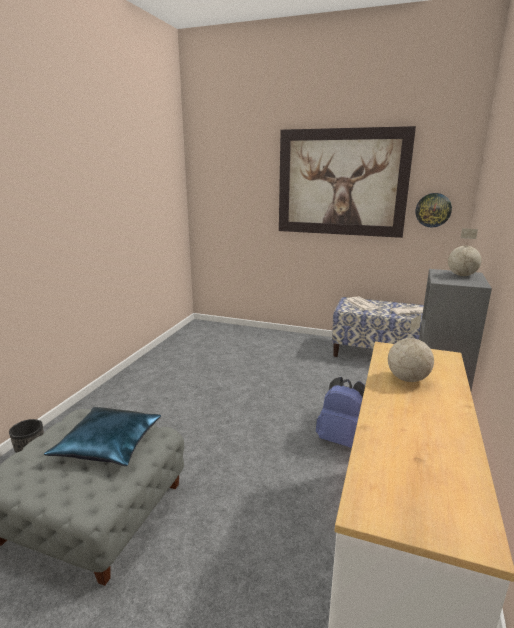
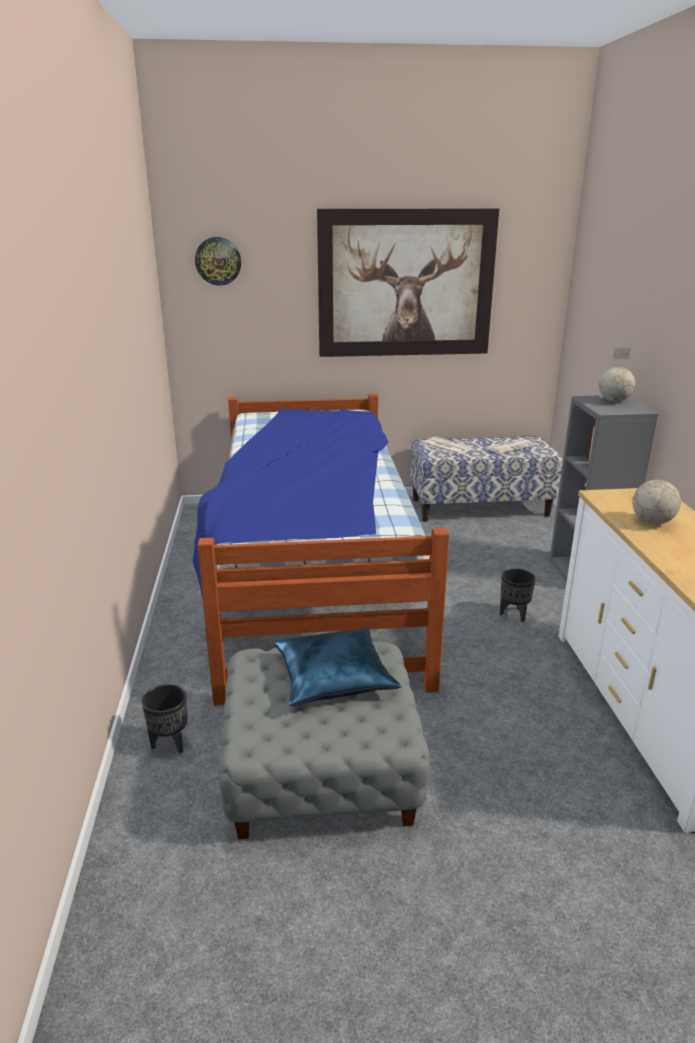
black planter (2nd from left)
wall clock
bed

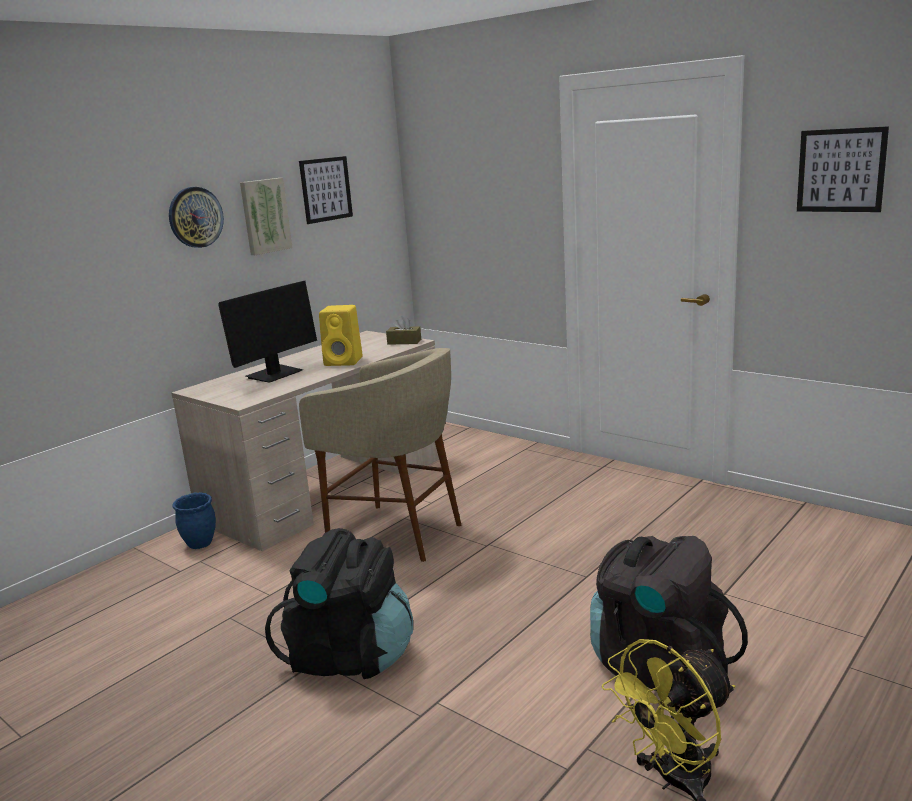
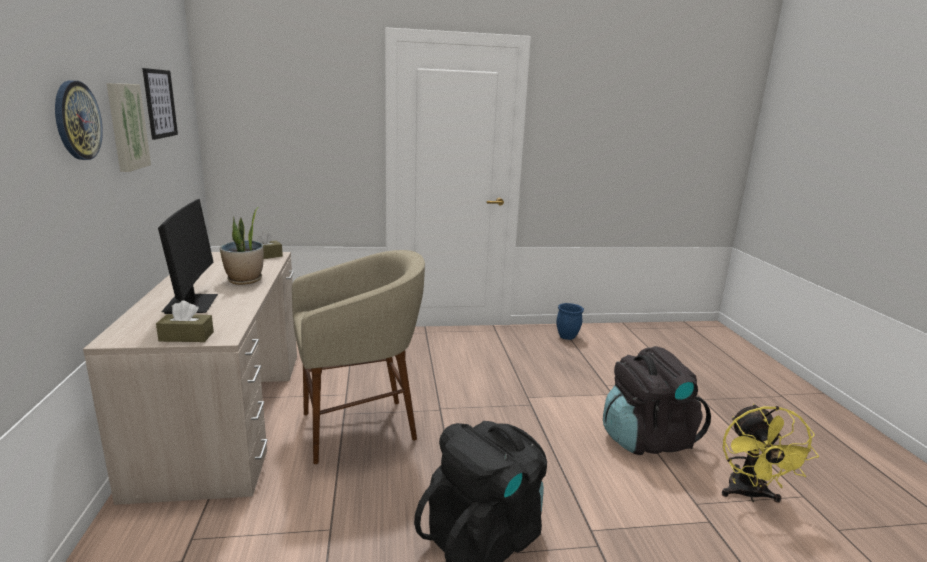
blue planter
potted plant
picture (3rd from left in the first image)
brown tissue box (1st from left)

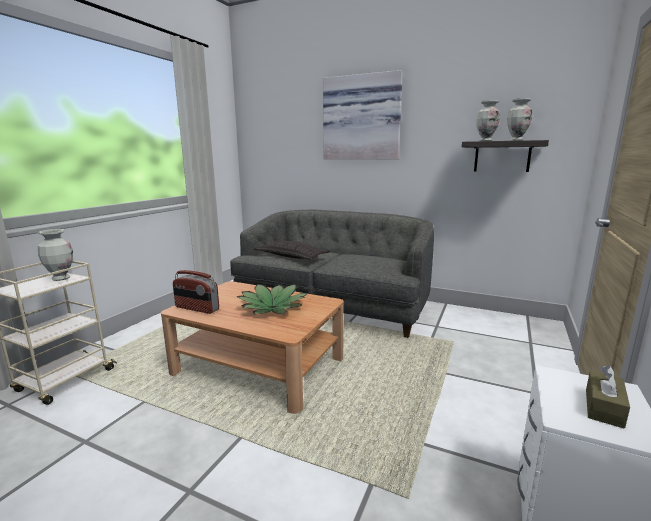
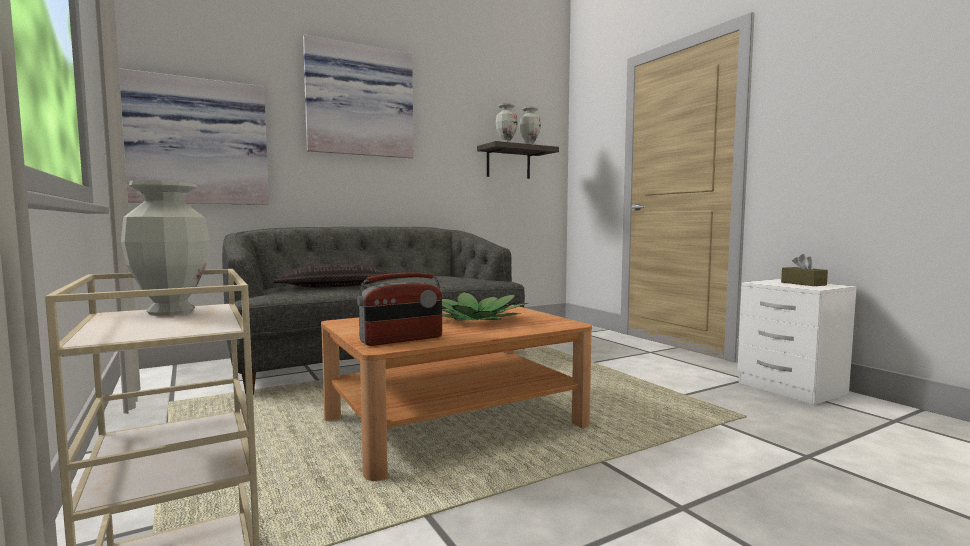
picture (1st from left)

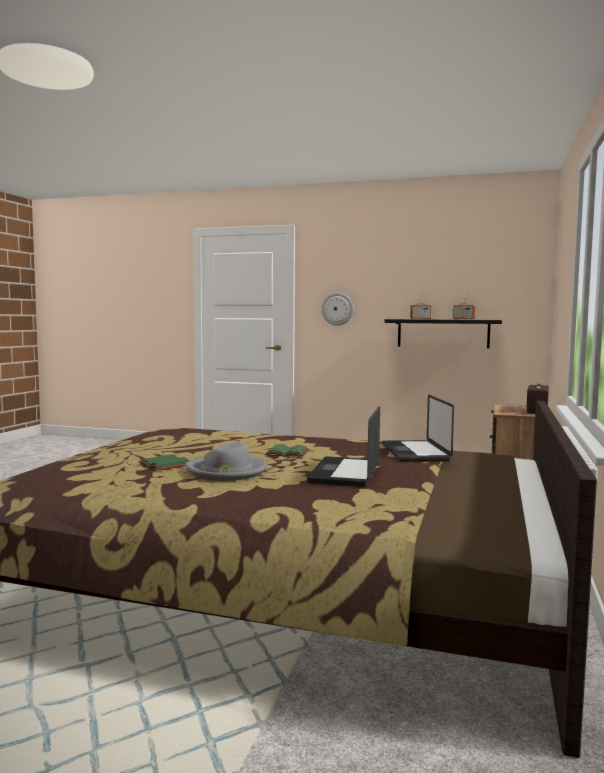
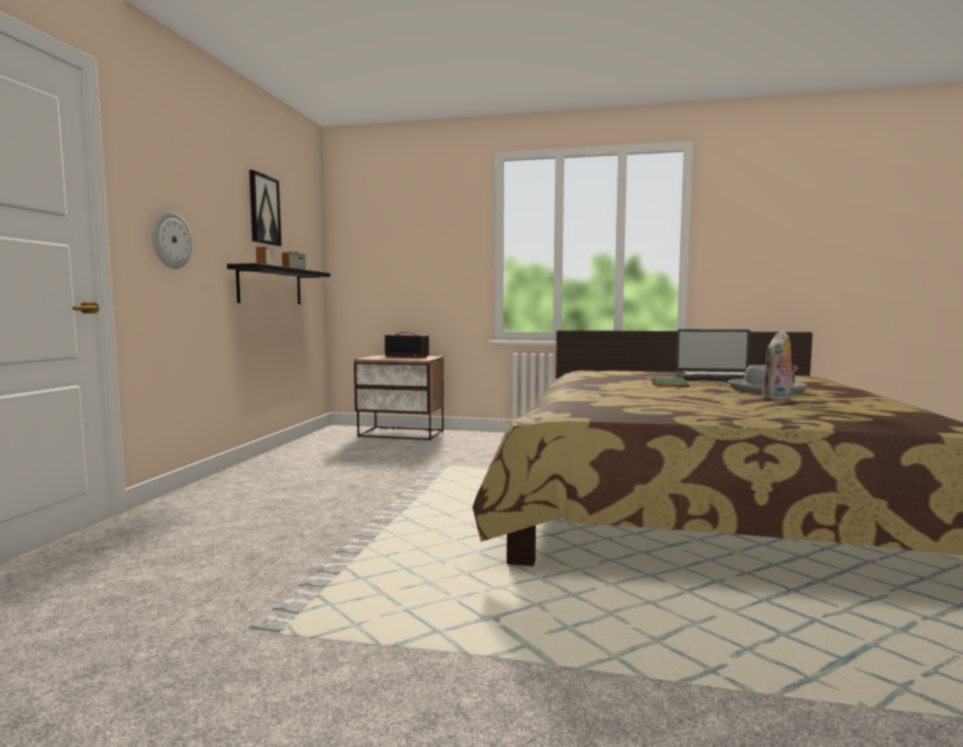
plush toy
laptop (2nd from left in the first image)
picture

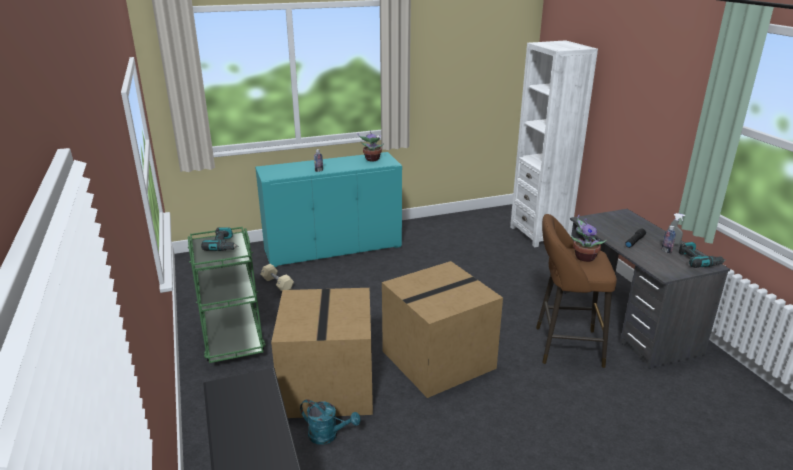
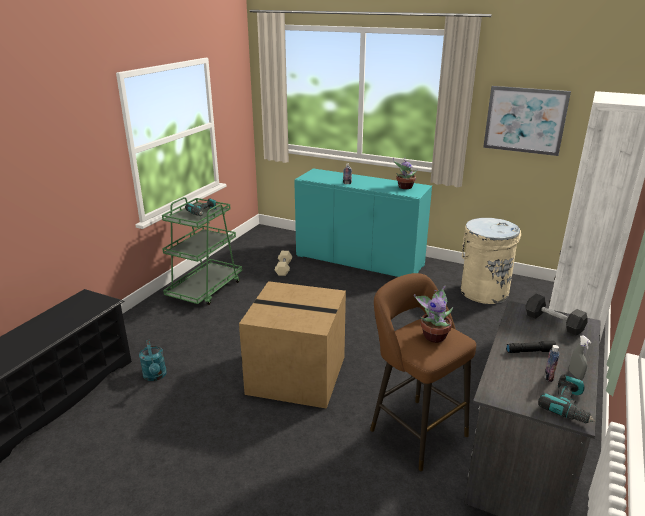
cardboard box (1st from left in the first image)
beige trash can
picture
black dumbbell

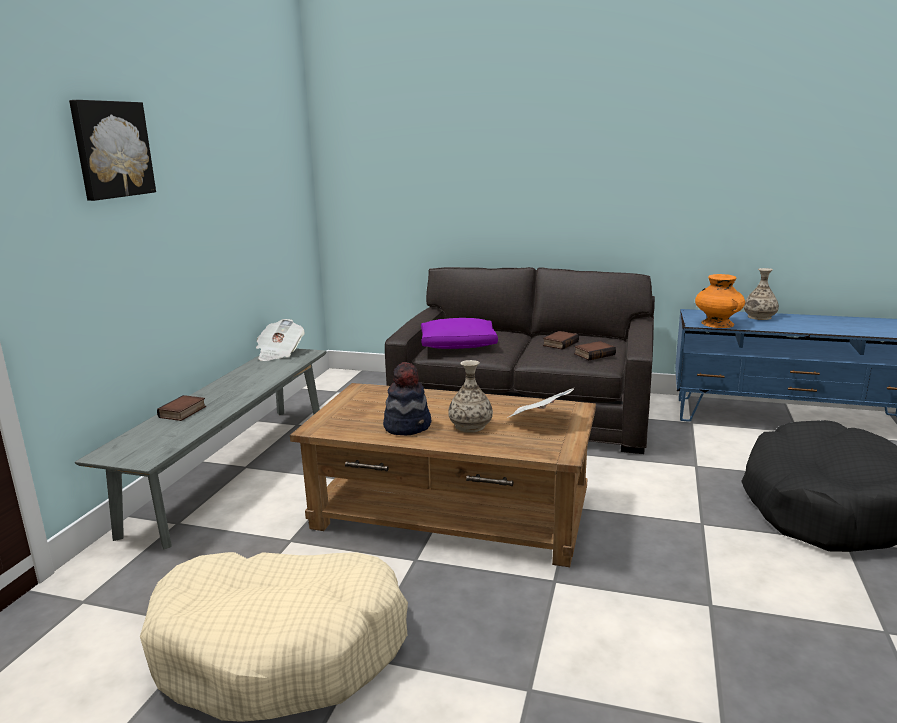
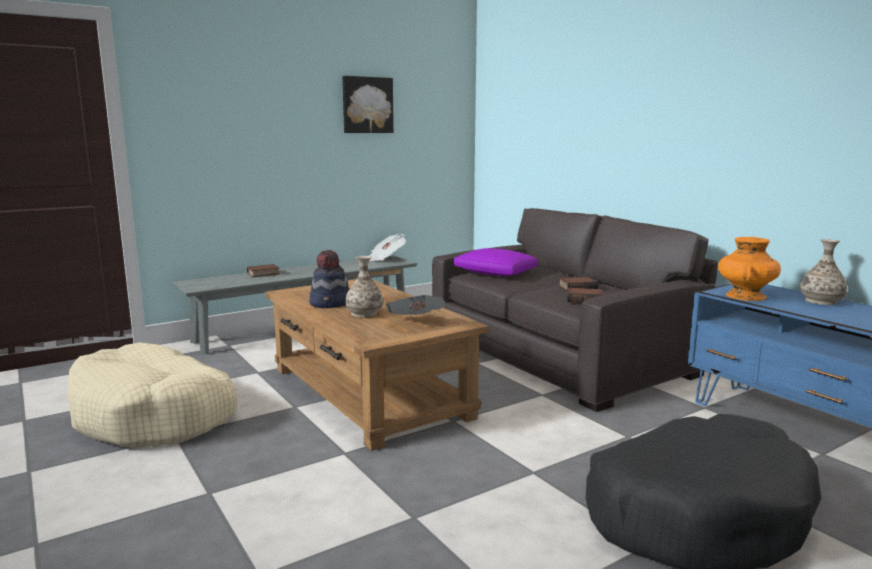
picture

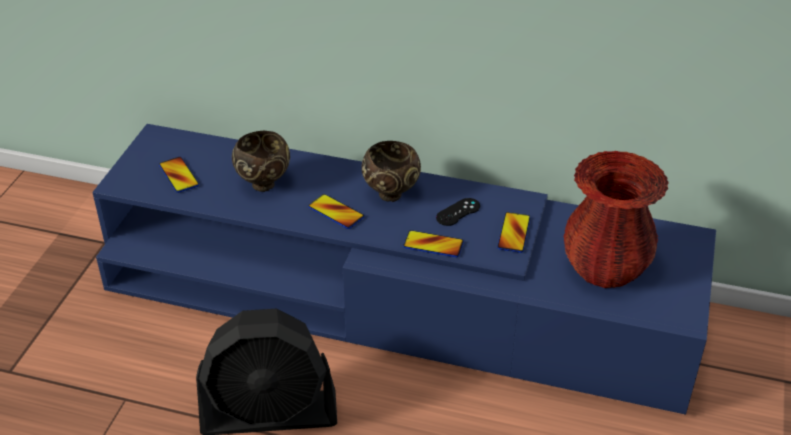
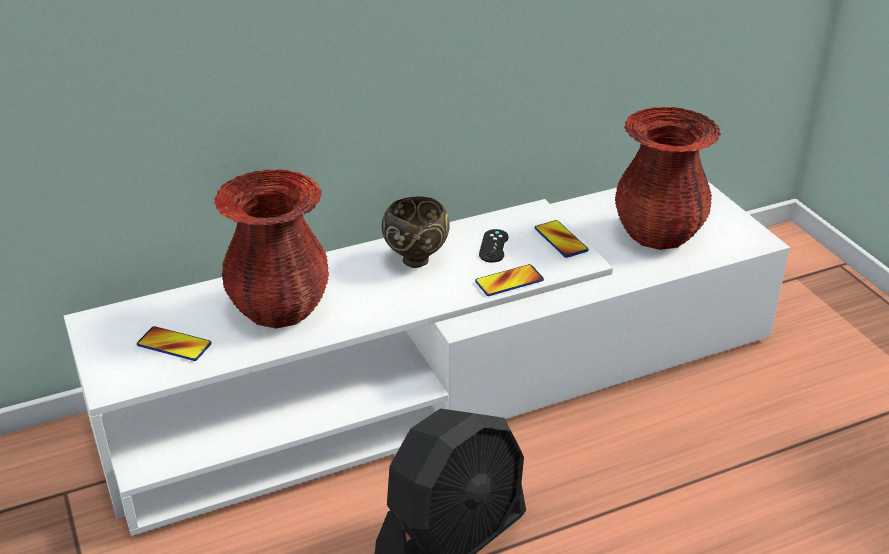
white tv stand
red vase (1st from left)
phone (2nd from left in the first image)

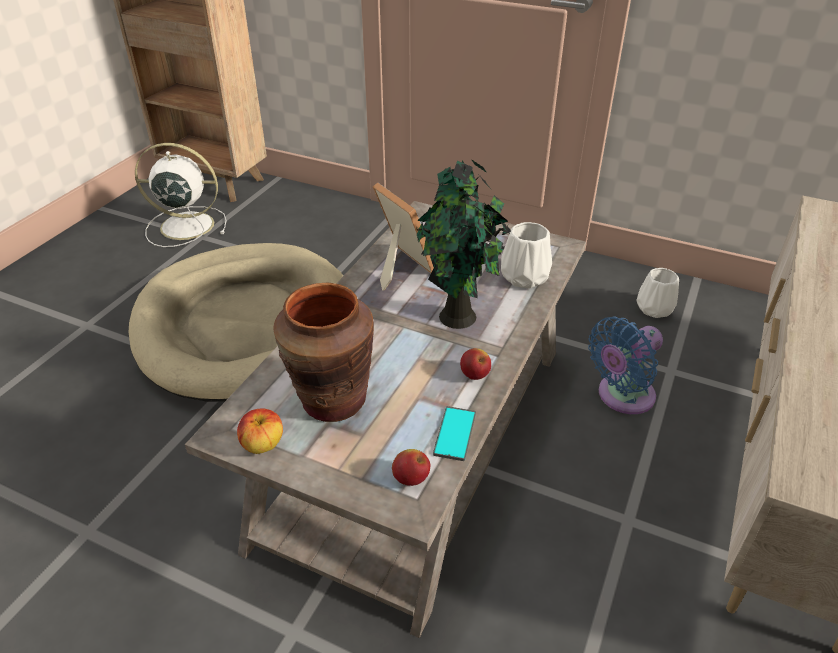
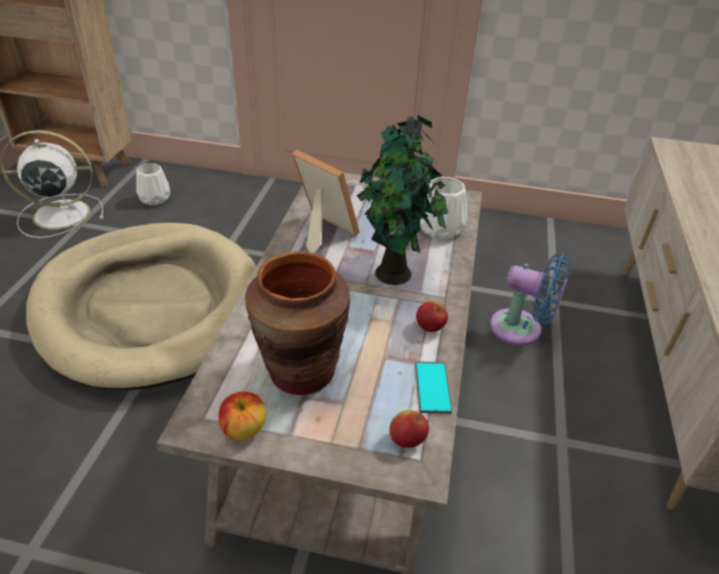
blue fan
white vase (1st from left)

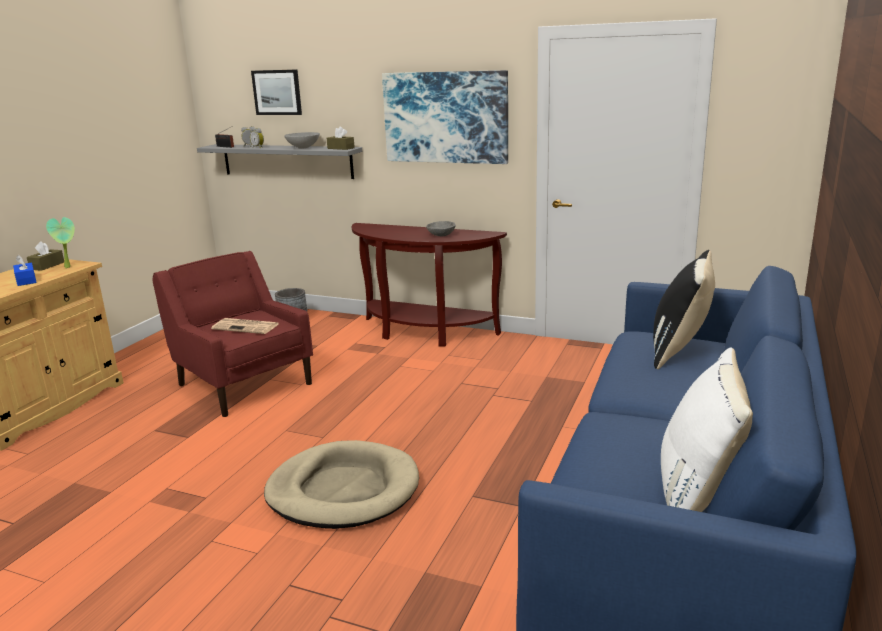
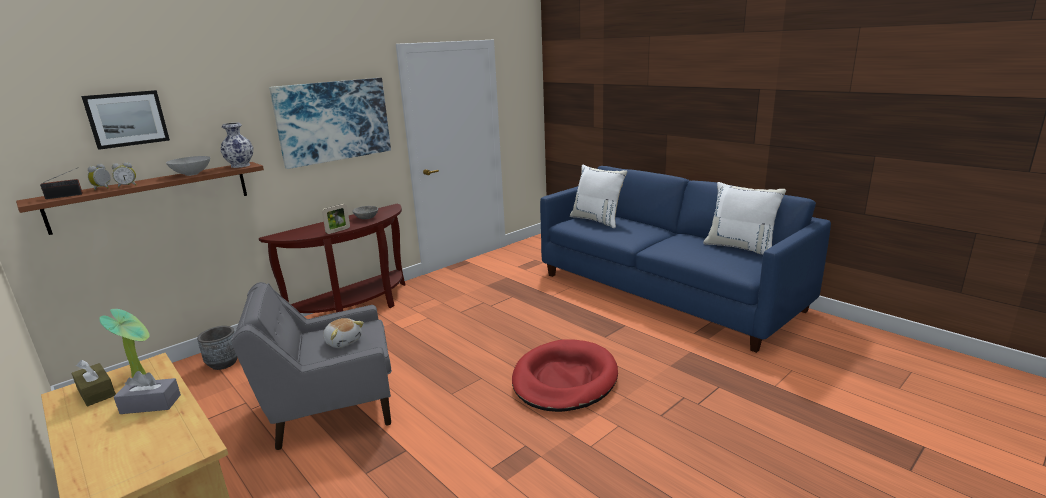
grey tissue box
grey armchair
brown shelf
plush toy
red dog bed
vase
white pillow (1st from left)
picture frame

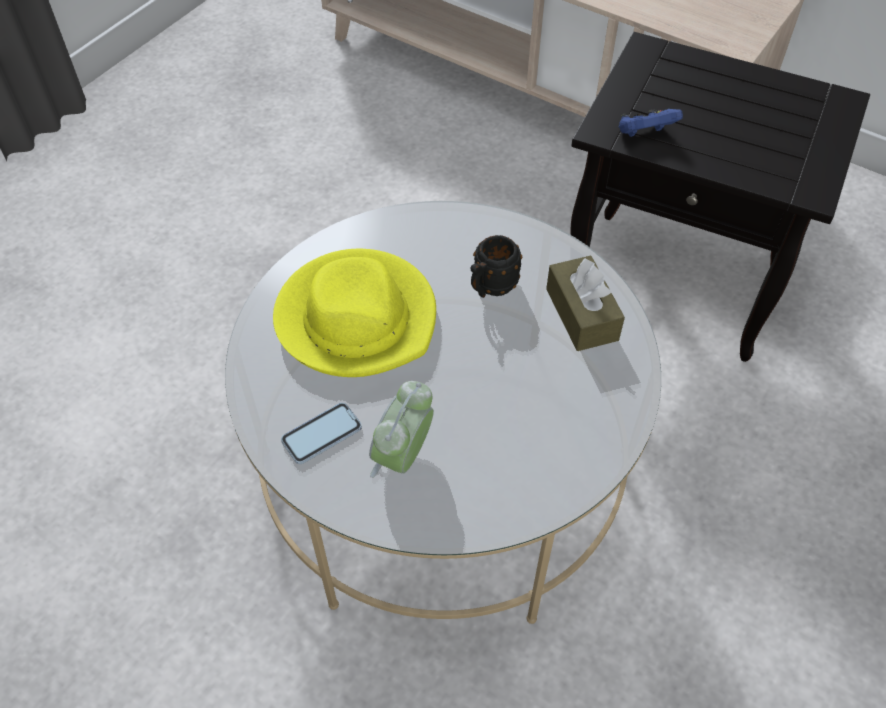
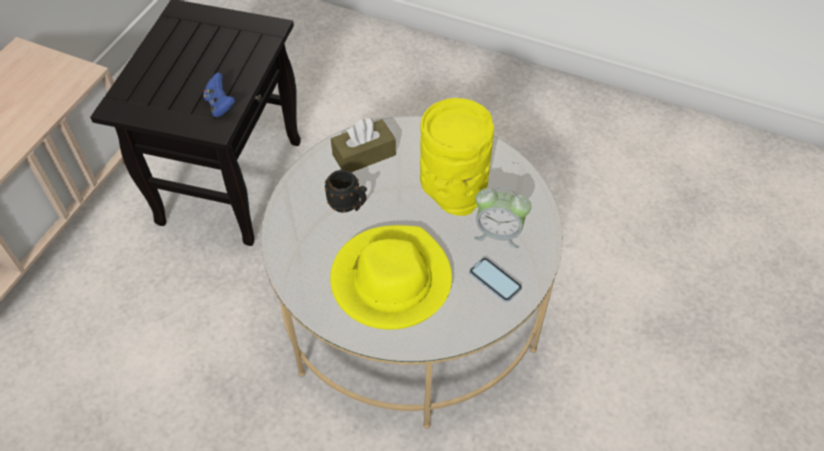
yellow vase

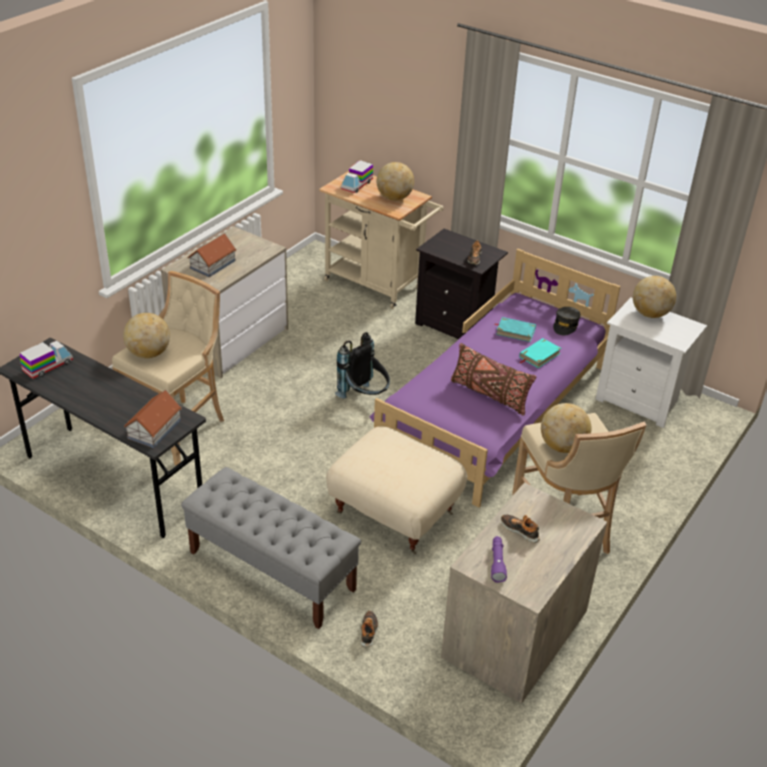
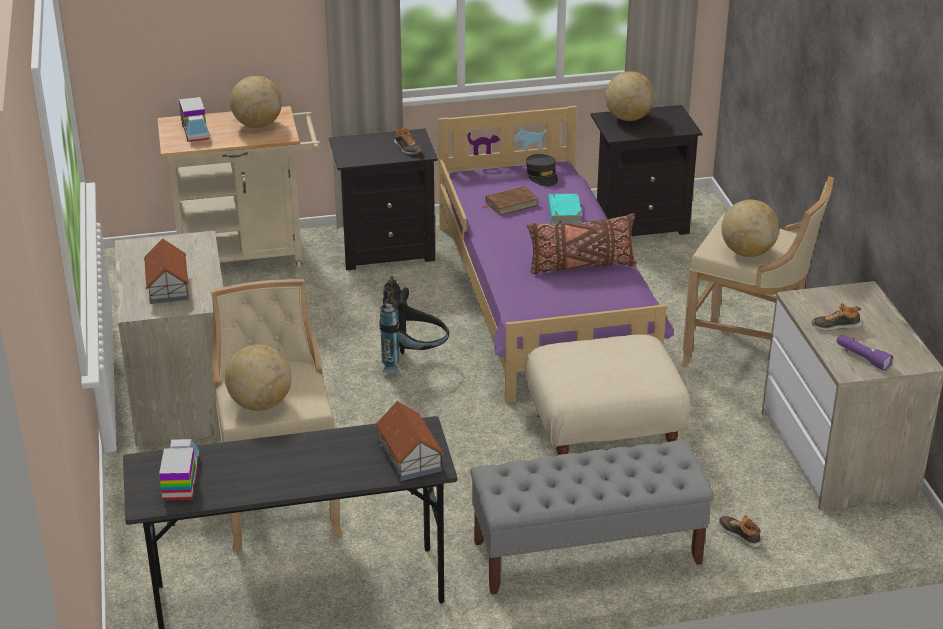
brown book
black nightstand (2nd from left)

